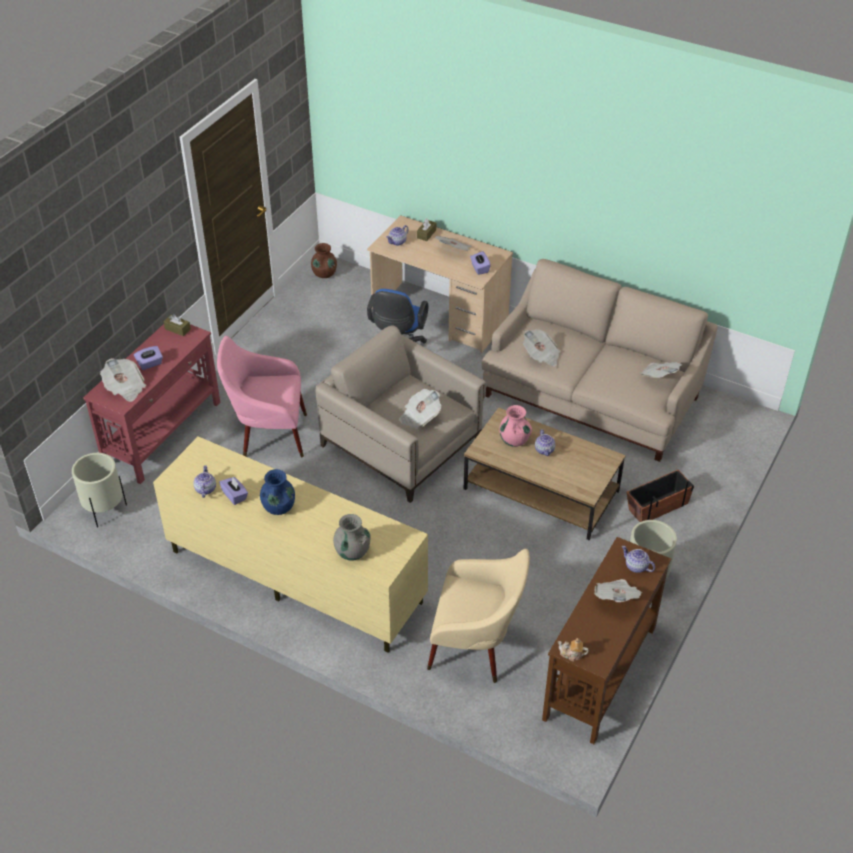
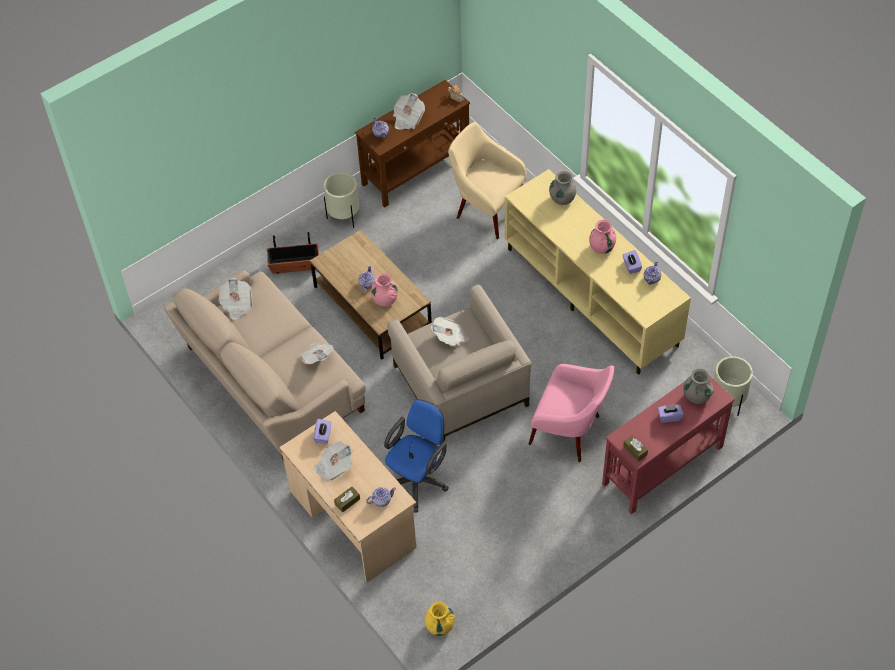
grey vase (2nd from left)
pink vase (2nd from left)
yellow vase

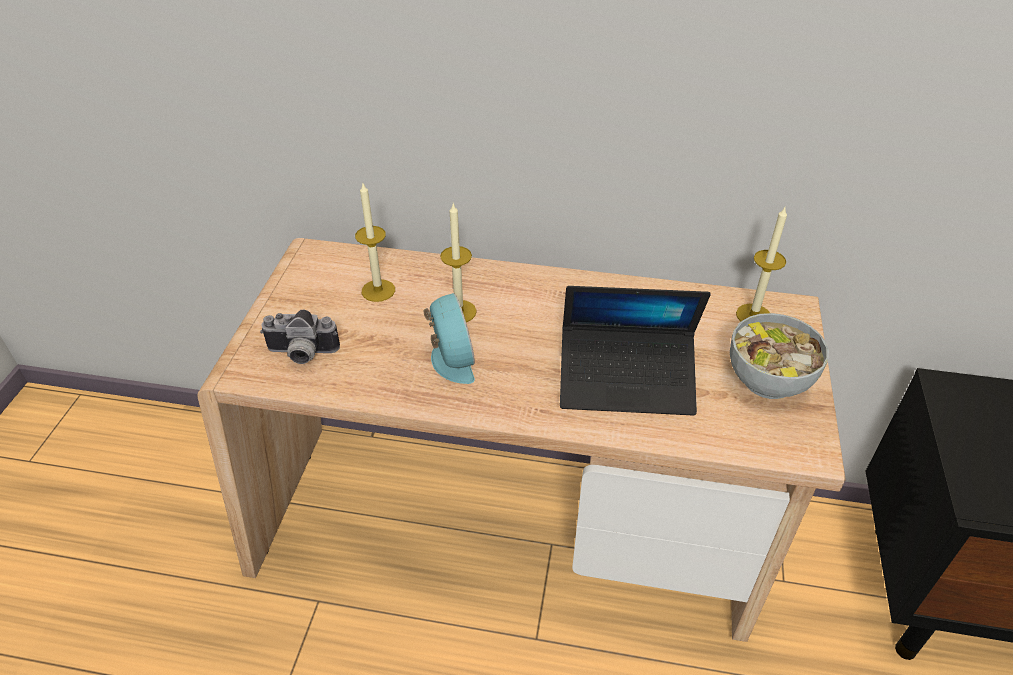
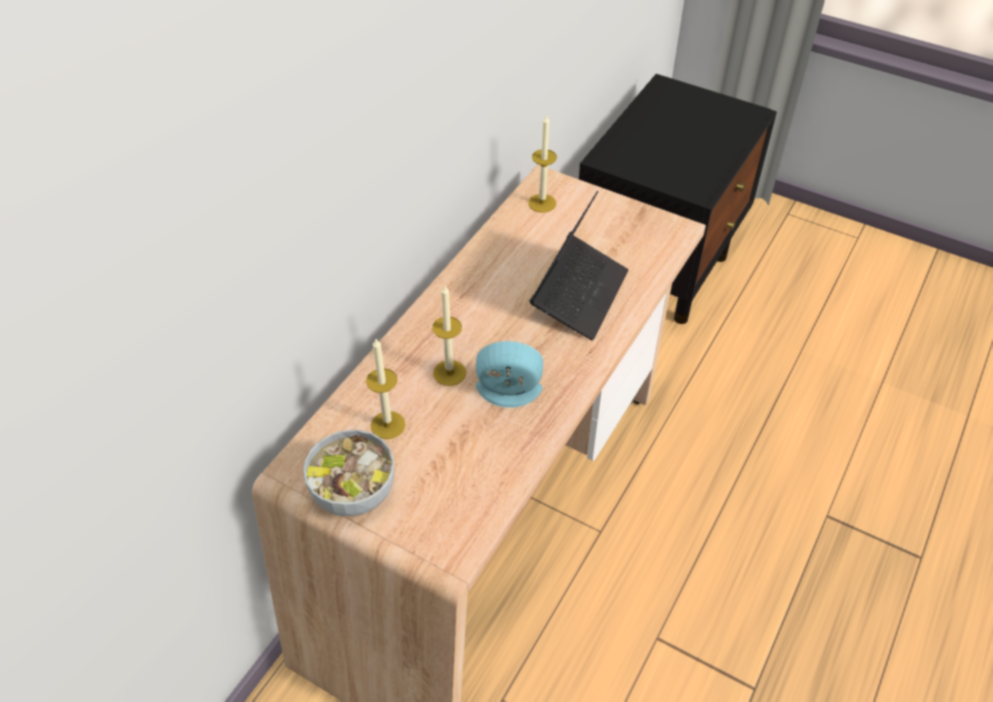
photo camera
bowl

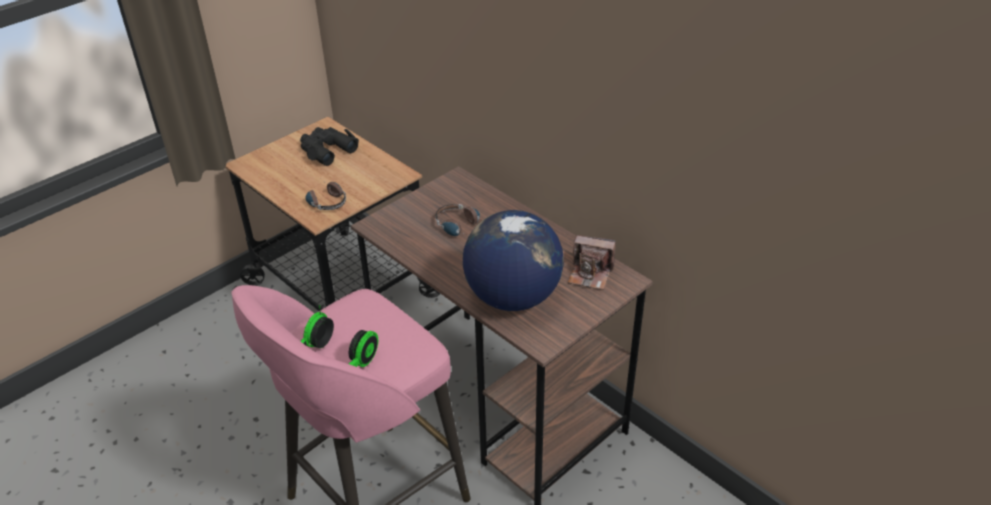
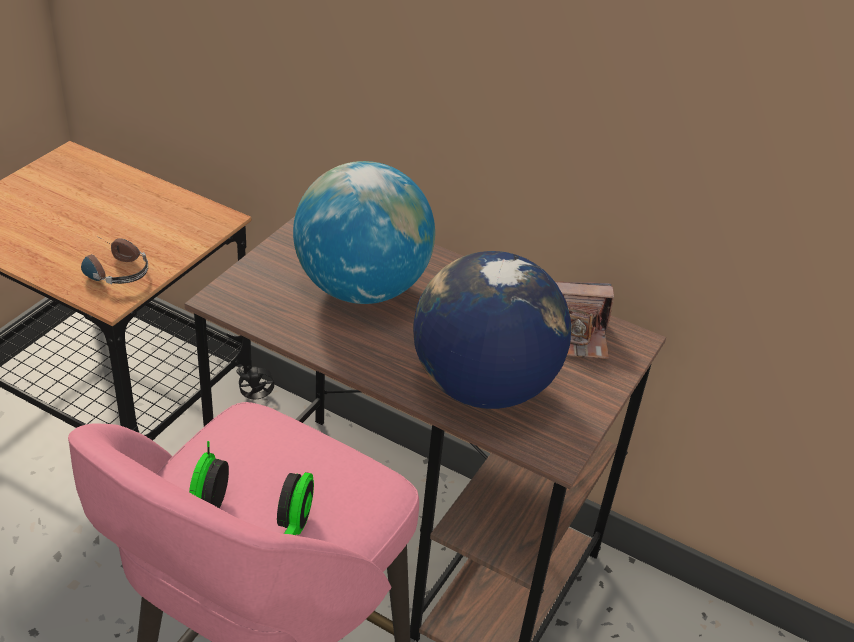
black binoculars
globe (1st from left)

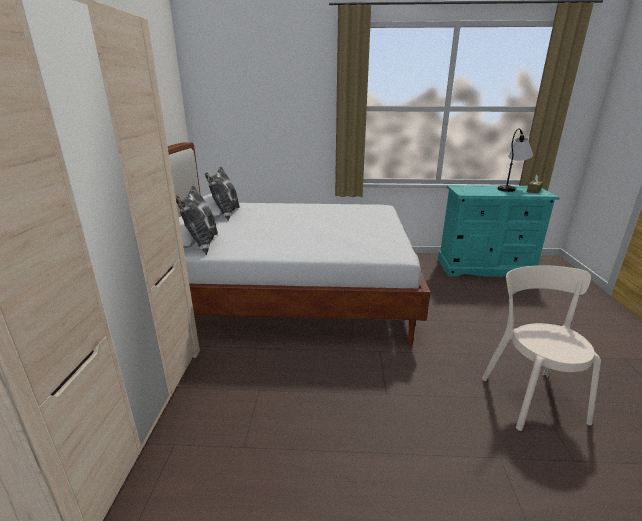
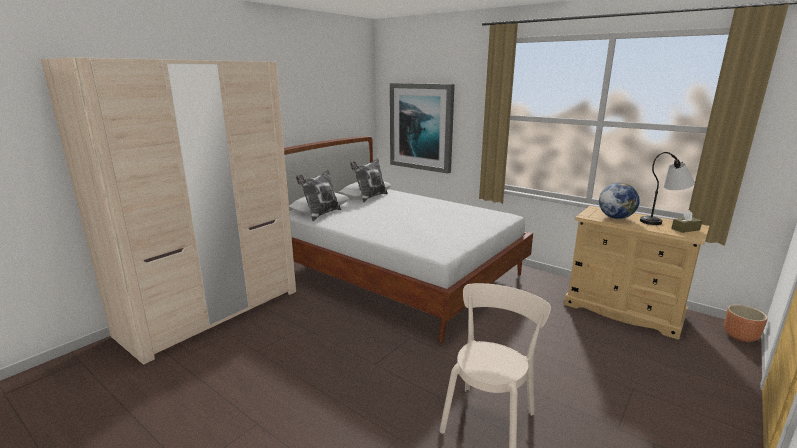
beige dresser
picture
globe
brown planter

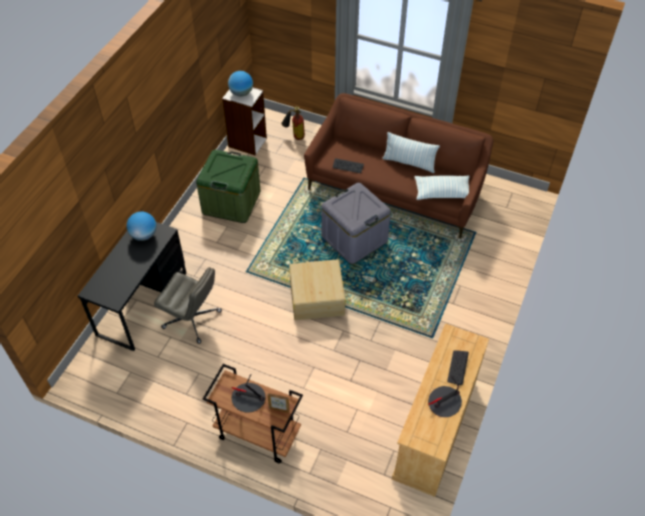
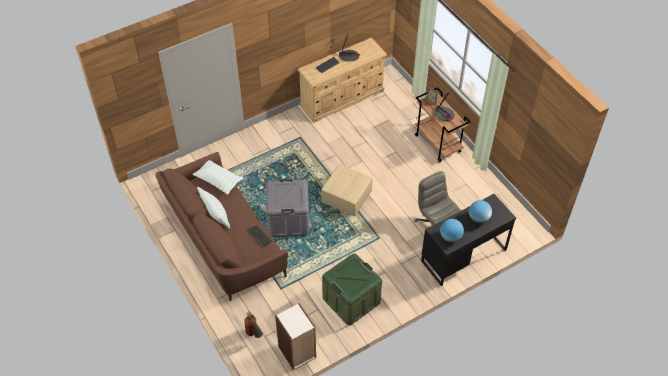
globe (2nd from left)

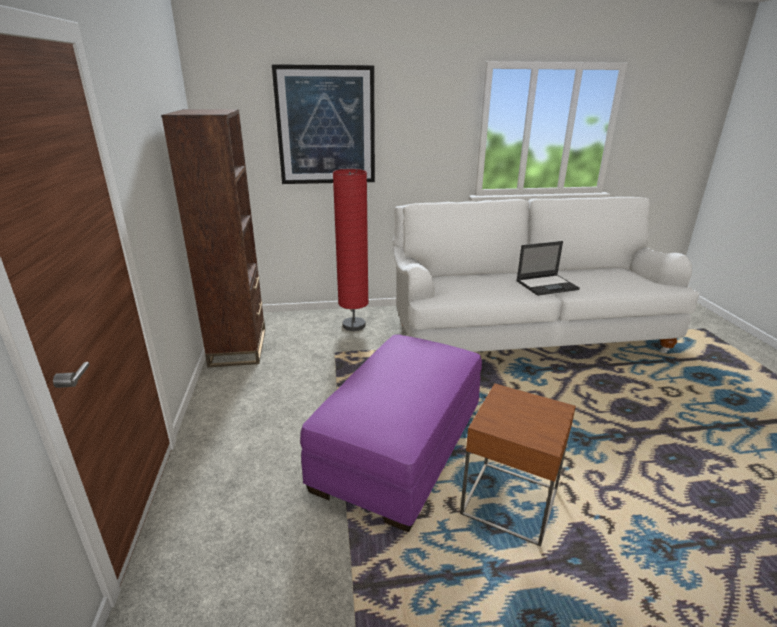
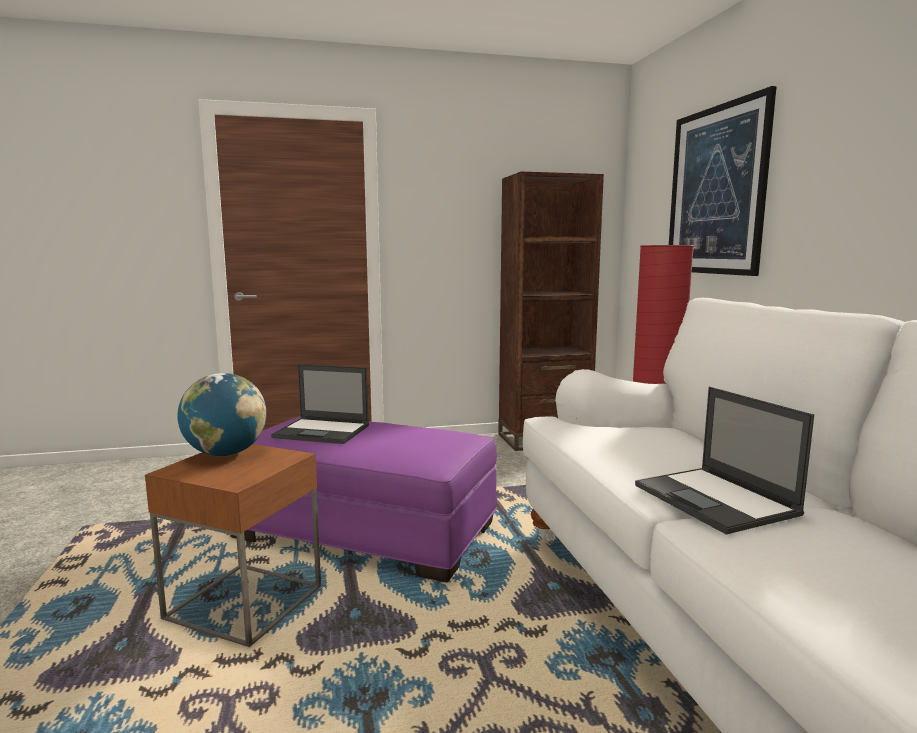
globe
laptop (1st from left)

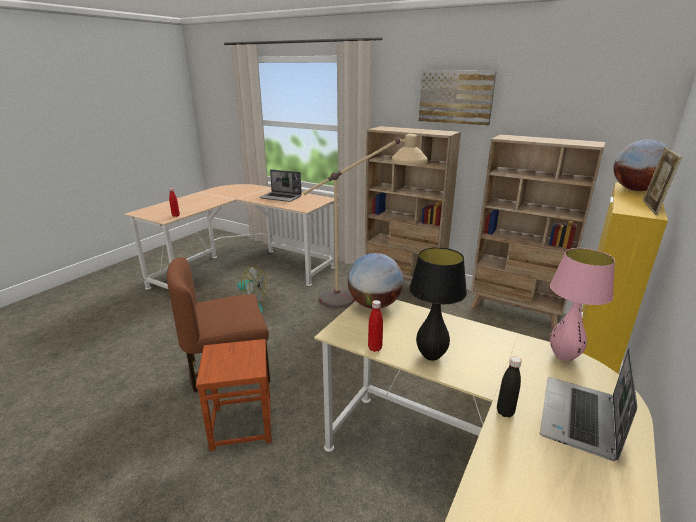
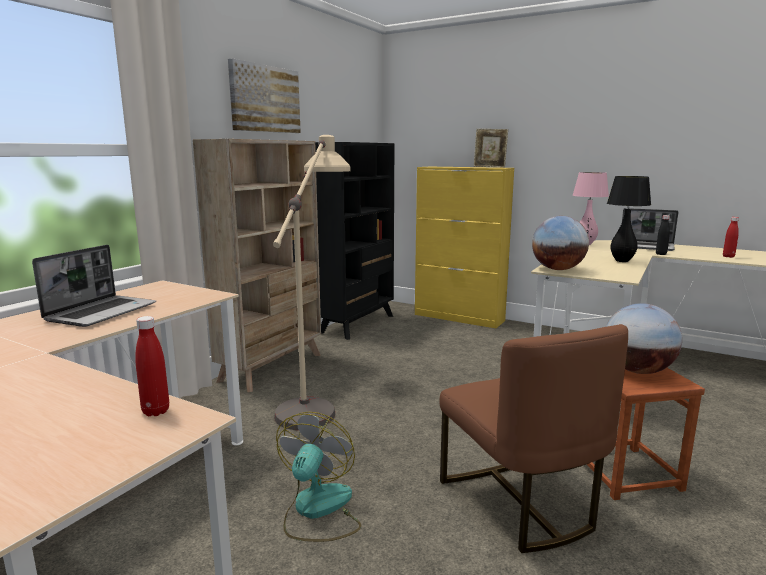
red bottle (2nd from left)
black bookcase
globe (2nd from left)

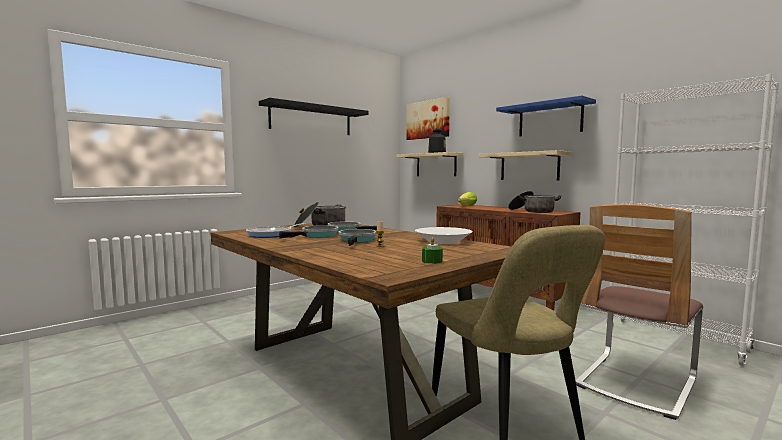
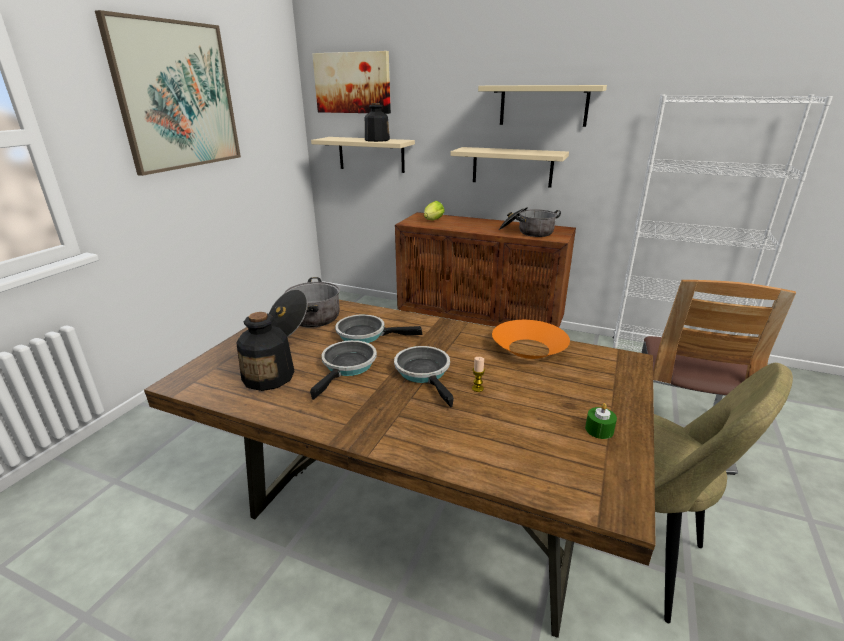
bottle (1st from left)
picture (1st from left)
orange bowl
beige shelf (3rd from left)

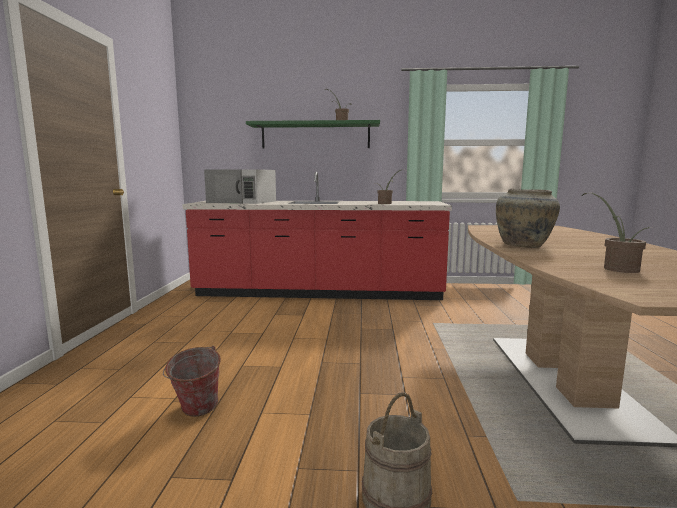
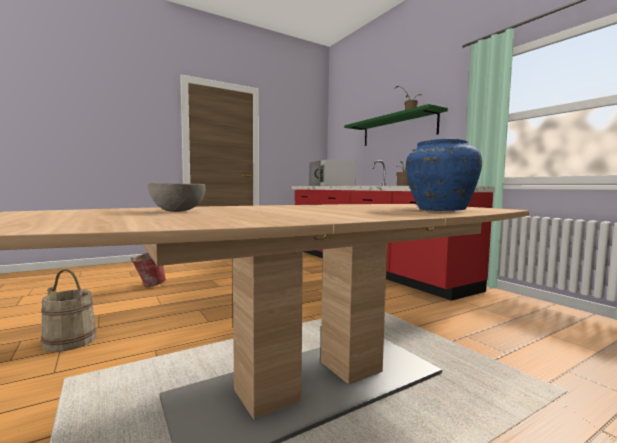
beige vase
grey bowl
blue vase

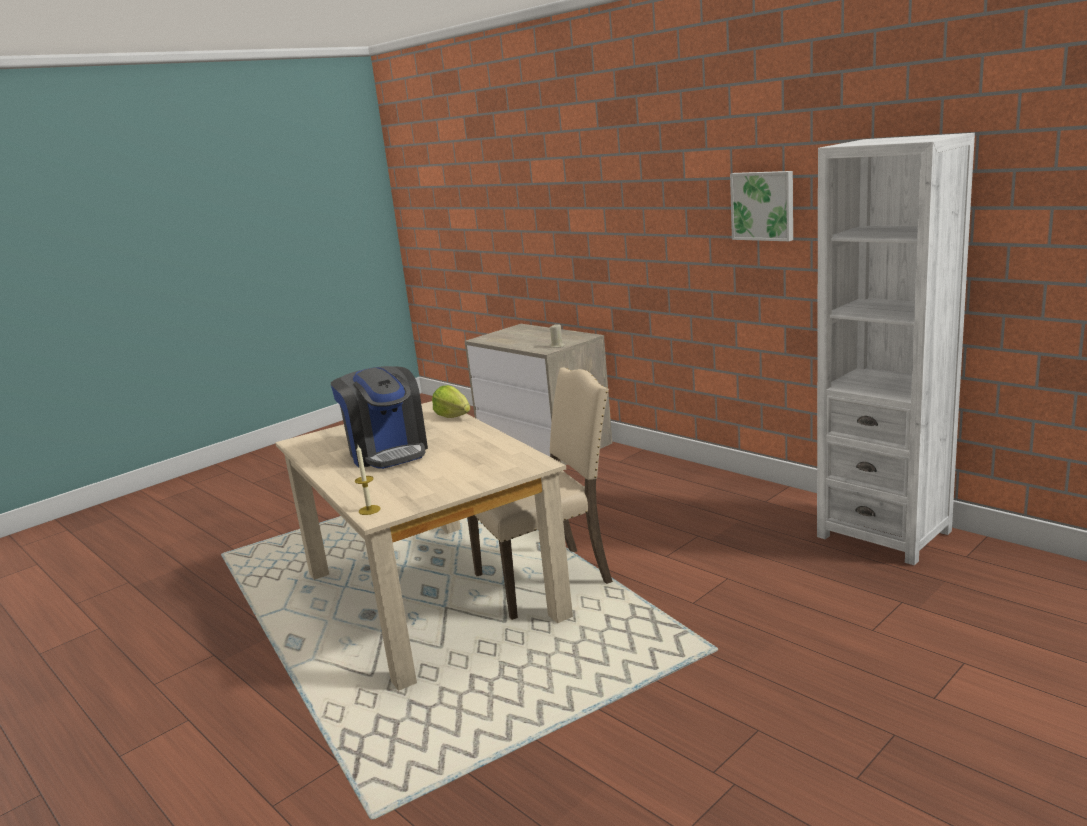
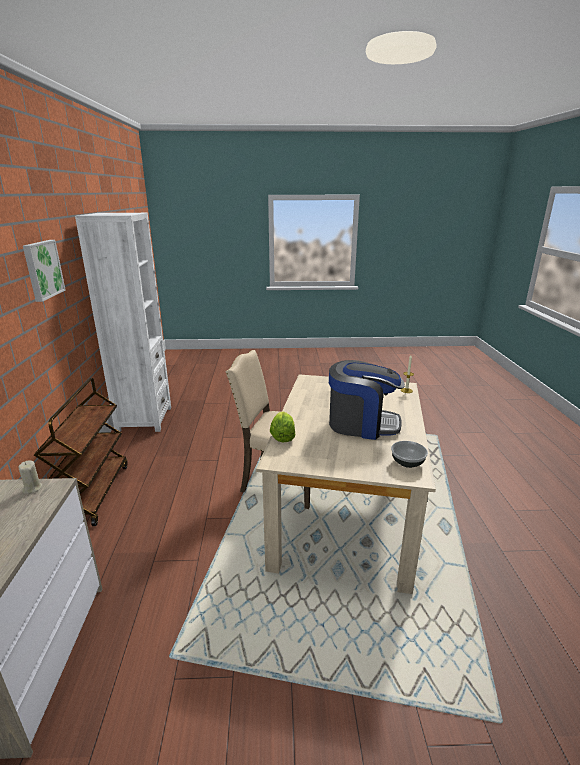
coffee machine
brown cart
bowl

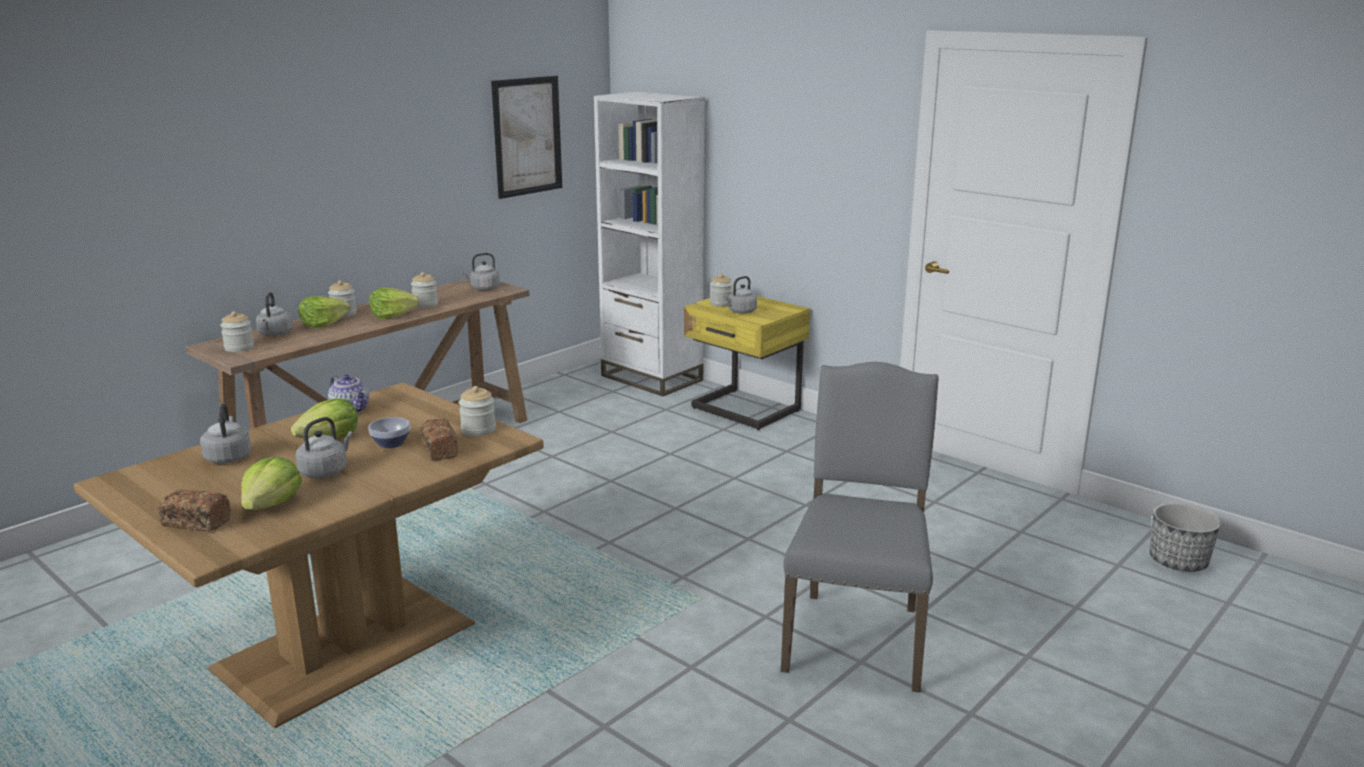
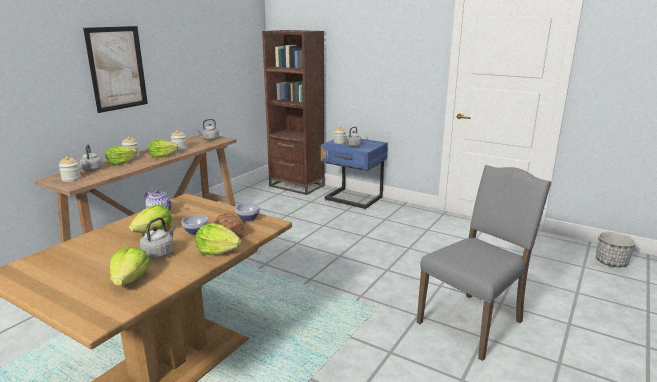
bread (1st from left in the first image)
grey kettle (1st from left in the first image)
bowl (2nd from left)
picture
brown bookcase
blue nightstand
grey chair
lettuce (5th from left)

